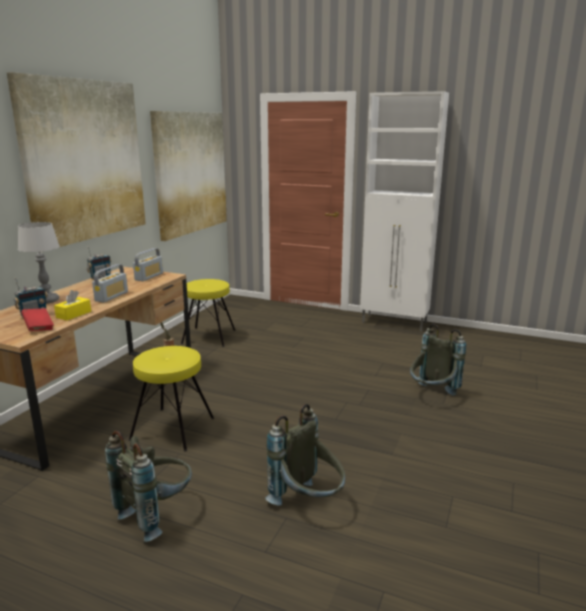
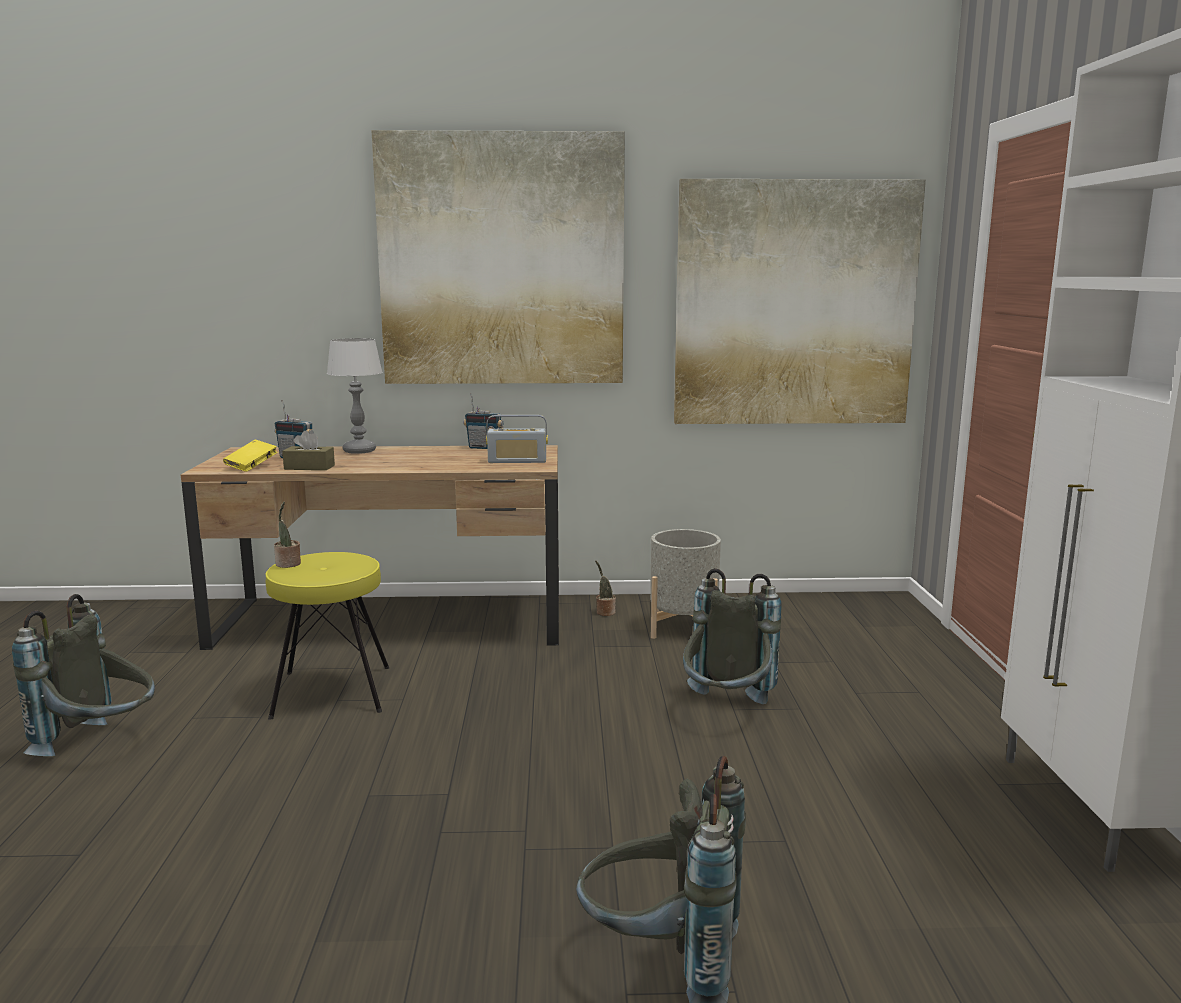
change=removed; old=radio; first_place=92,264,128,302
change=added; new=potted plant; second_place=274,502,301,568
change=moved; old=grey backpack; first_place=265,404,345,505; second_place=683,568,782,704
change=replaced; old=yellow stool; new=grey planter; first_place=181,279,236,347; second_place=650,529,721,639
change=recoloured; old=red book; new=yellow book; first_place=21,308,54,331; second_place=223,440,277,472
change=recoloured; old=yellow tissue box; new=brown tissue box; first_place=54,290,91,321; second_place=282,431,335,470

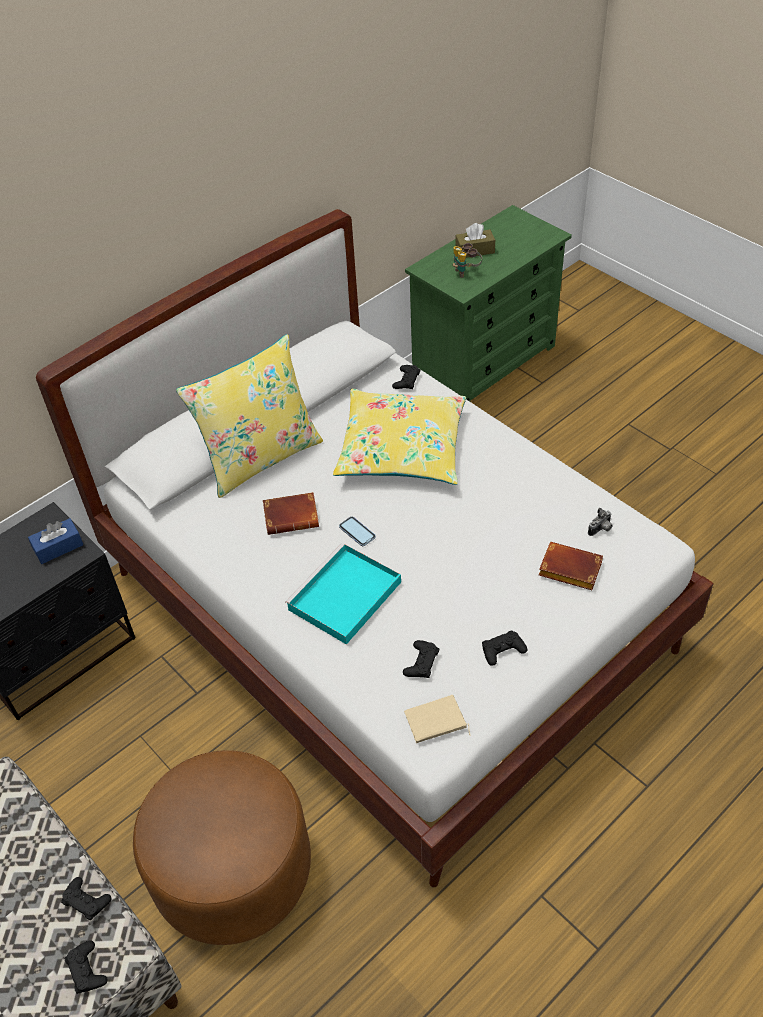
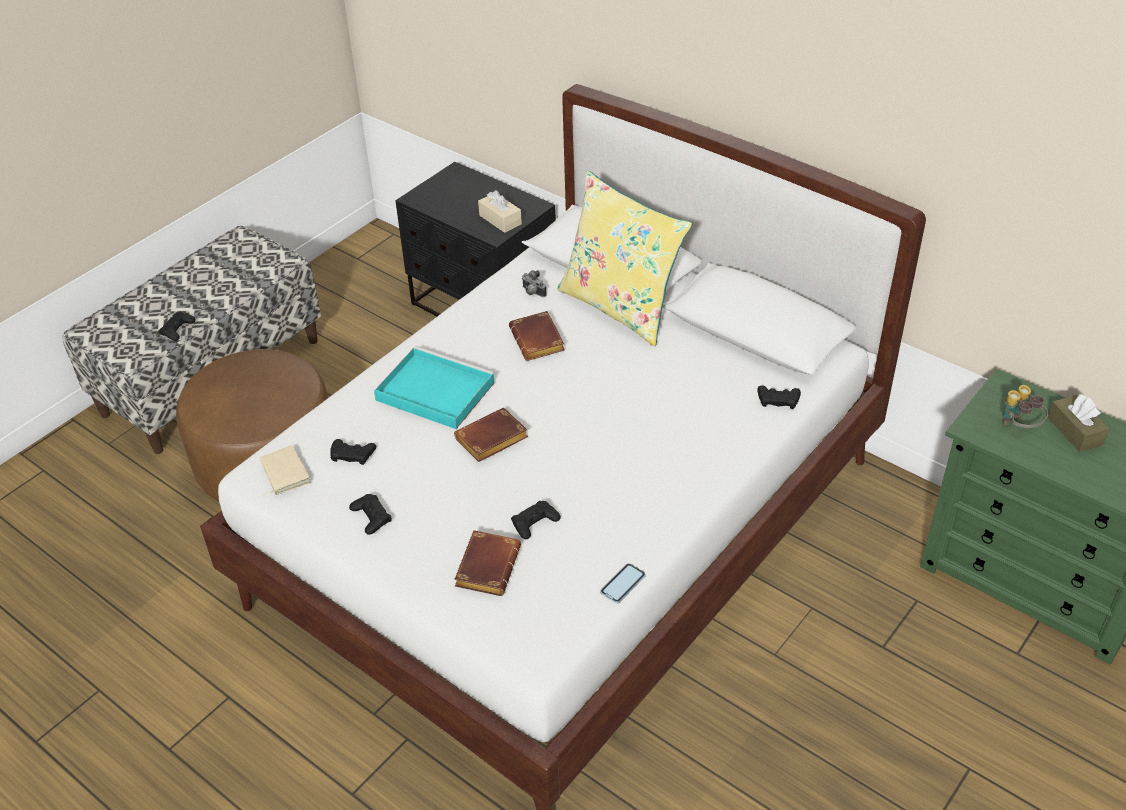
change=removed; old=yellow pillow; first_place=333,389,466,485
change=added; new=brown book; second_place=454,408,528,462
change=moved; old=black game controller; first_place=64,940,107,994; second_place=511,501,561,539
change=moved; old=phone; first_place=339,517,376,546; second_place=600,563,645,604
change=moved; old=photo camera; first_place=588,508,613,536; second_place=522,270,547,297
change=recoloured; old=blue tissue box; new=beige tissue box; first_place=28,518,83,564; second_place=478,190,522,233

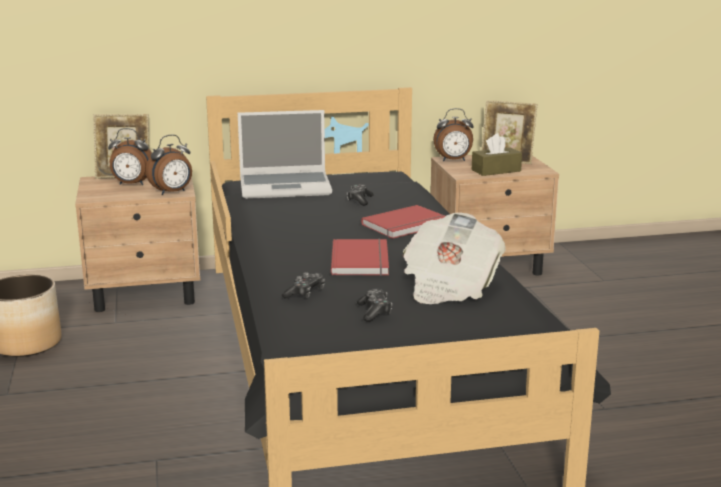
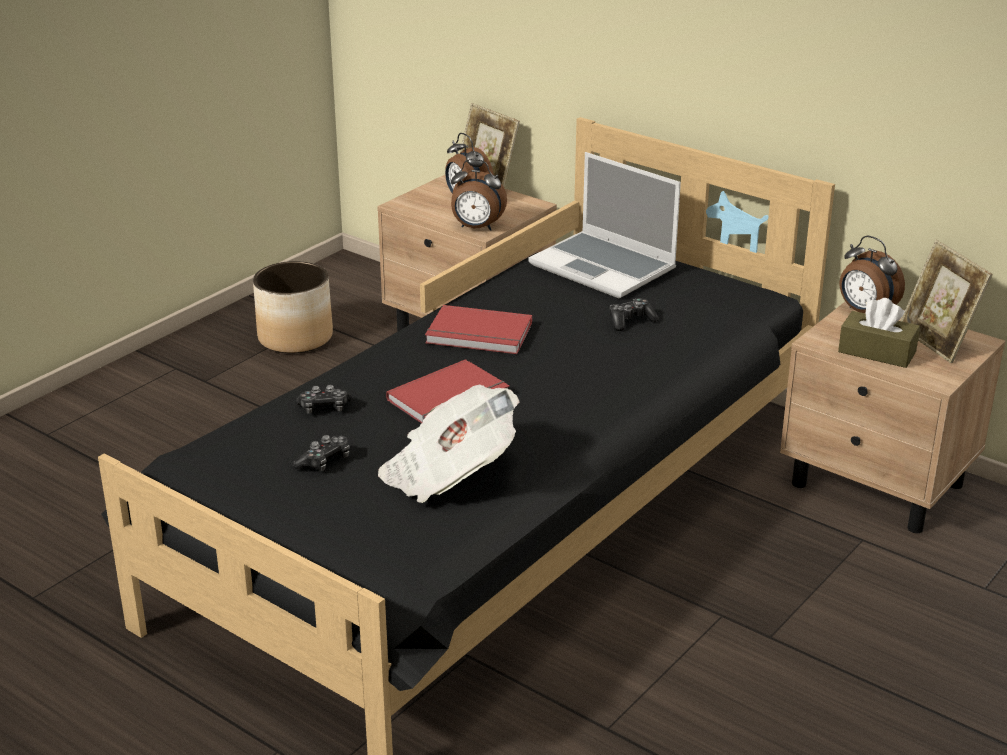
change=moved; old=red book; first_place=361,205,445,239; second_place=425,305,532,354

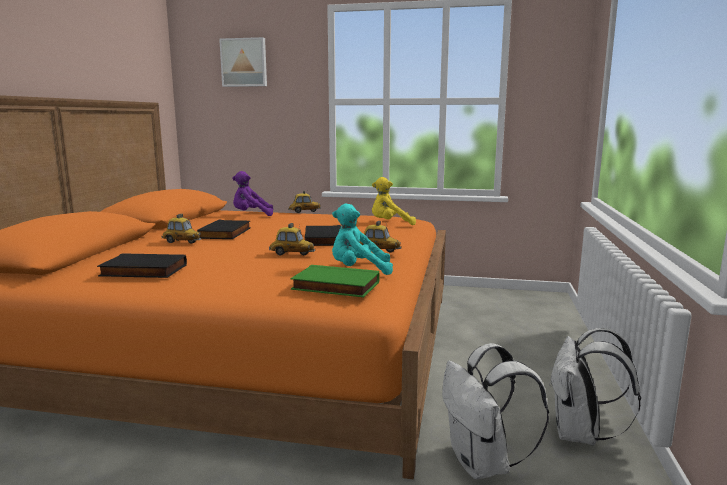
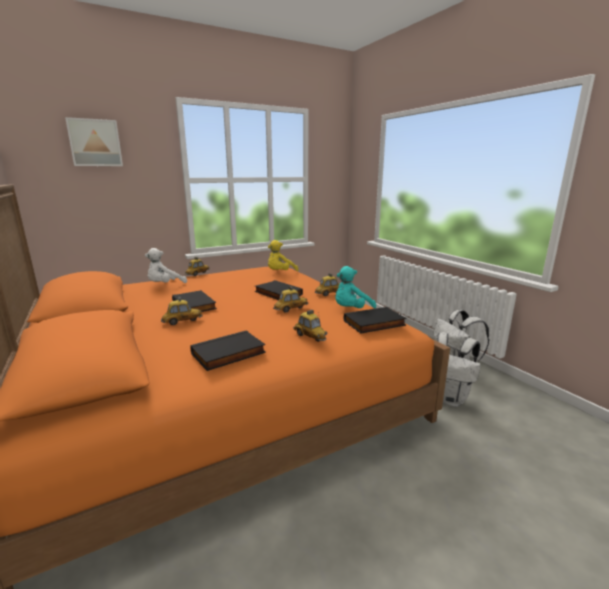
change=added; new=toy car; second_place=293,310,327,342
change=recoloured; old=purple plush toy; new=white plush toy; first_place=232,171,273,216; second_place=145,248,187,283
change=recoloured; old=green book; new=black book; first_place=290,265,380,297; second_place=344,307,407,334

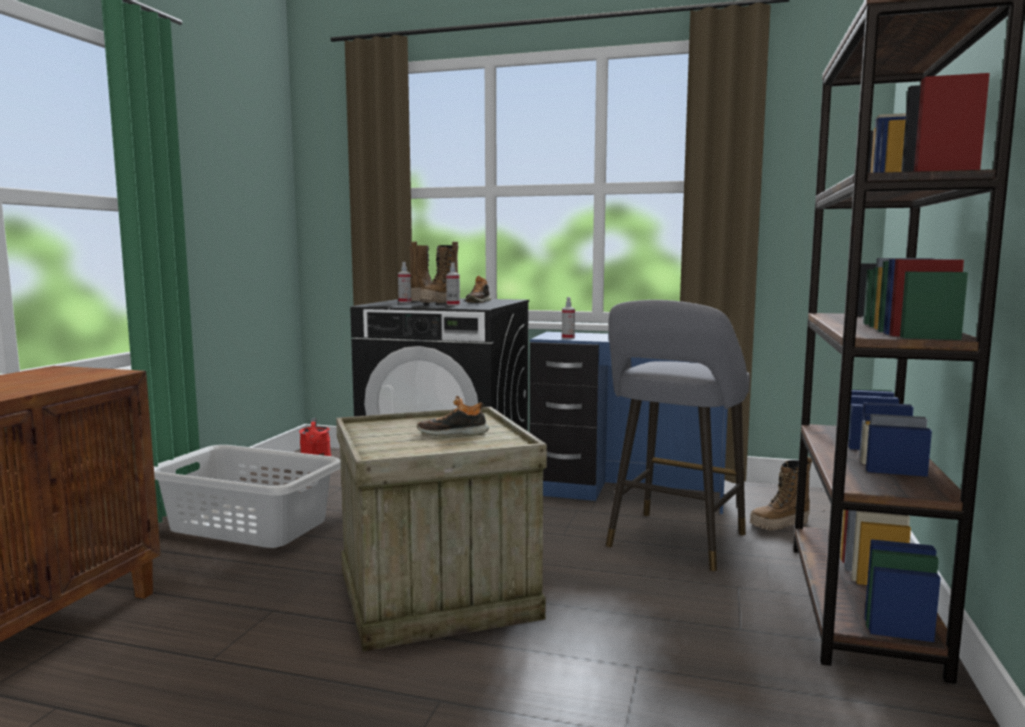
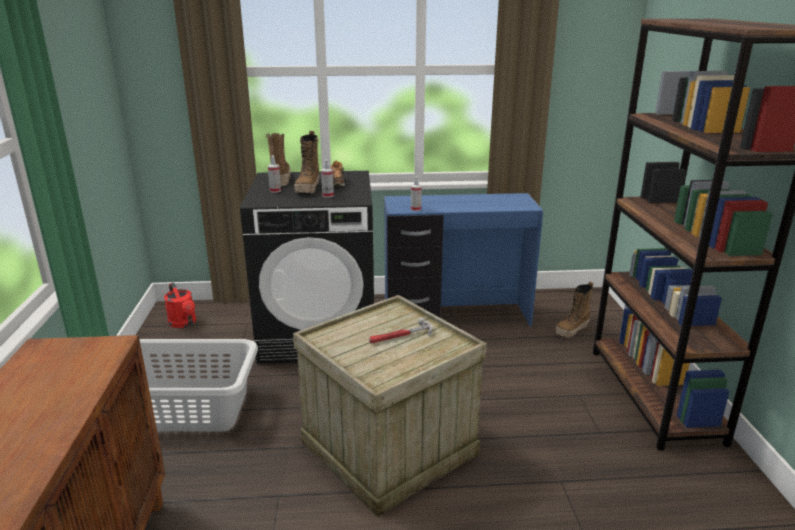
change=removed; old=grey stool; first_place=606,300,750,571
change=replaced; old=shoe; new=hammer; first_place=417,396,489,436; second_place=370,318,432,343

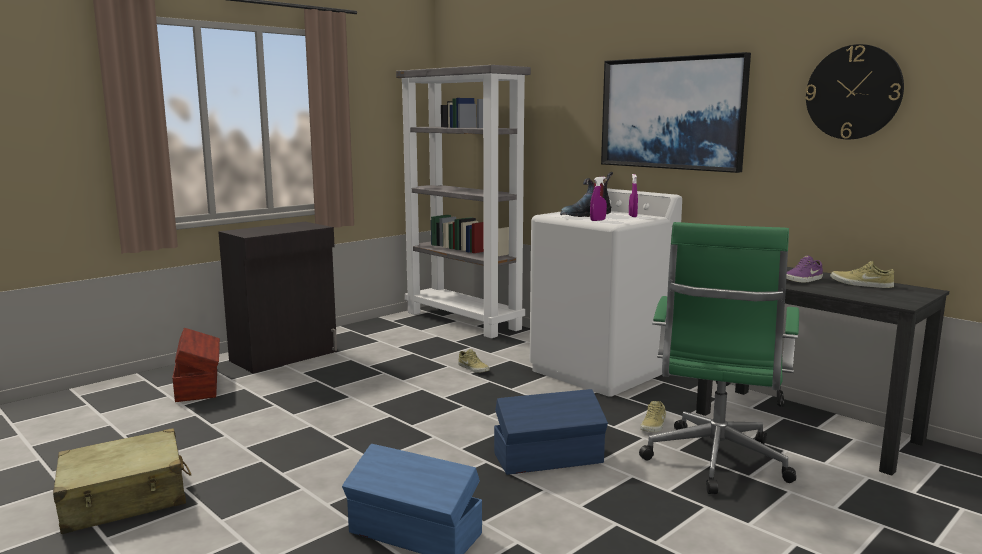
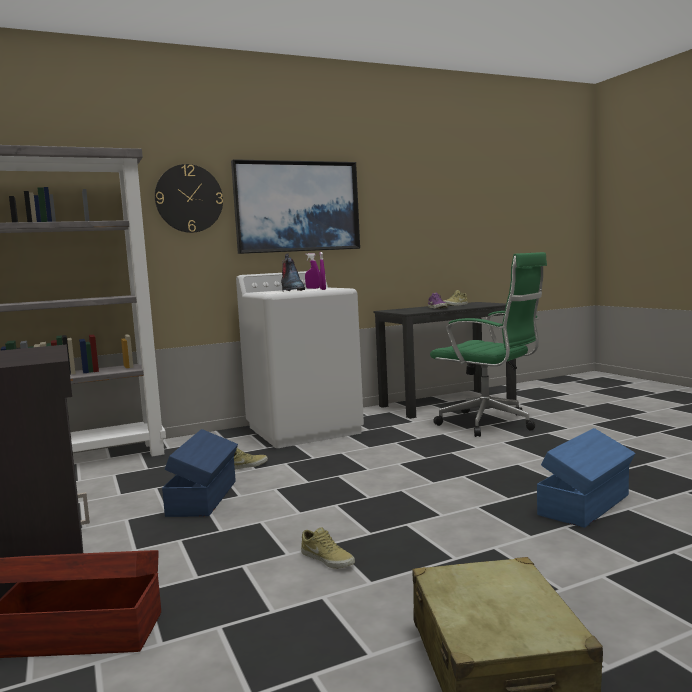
change=moved; old=blue storage box; first_place=494,389,608,475; second_place=162,429,238,517
change=moved; old=beige shoe; first_place=640,401,666,432; second_place=301,527,355,569
change=moved; old=wall clock; first_place=805,44,904,139; second_place=155,164,223,233

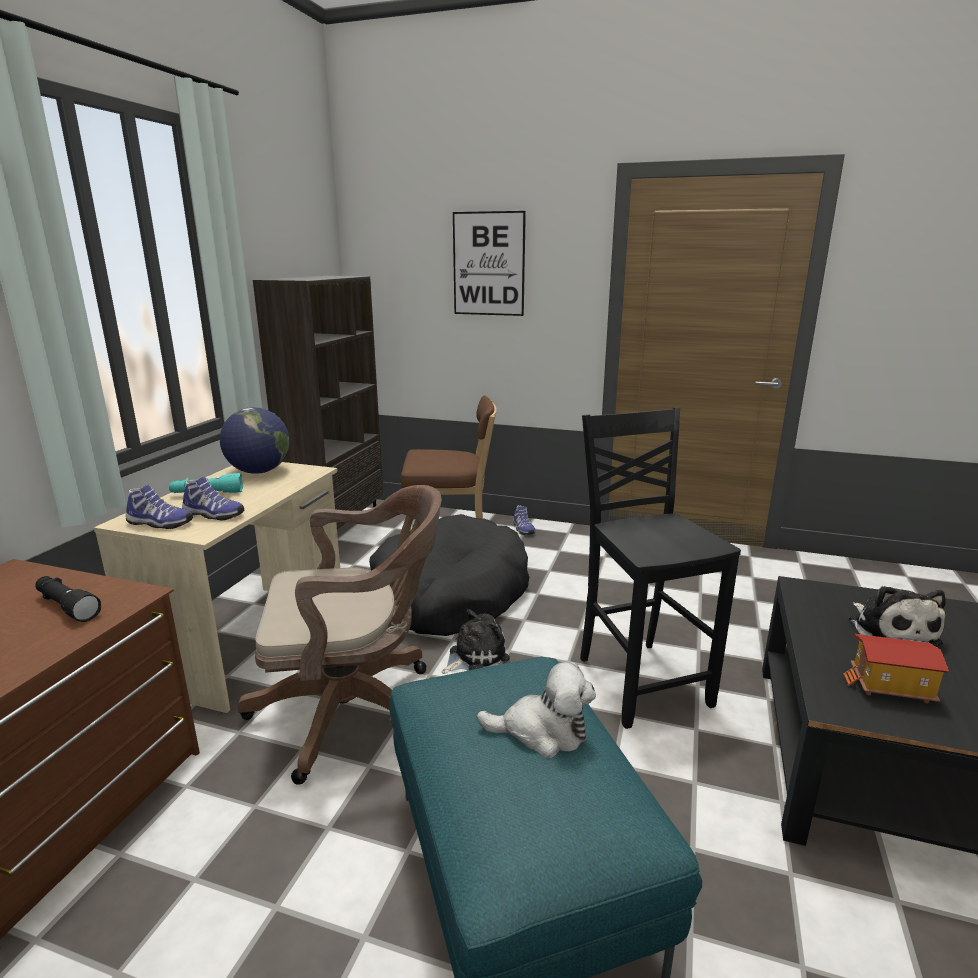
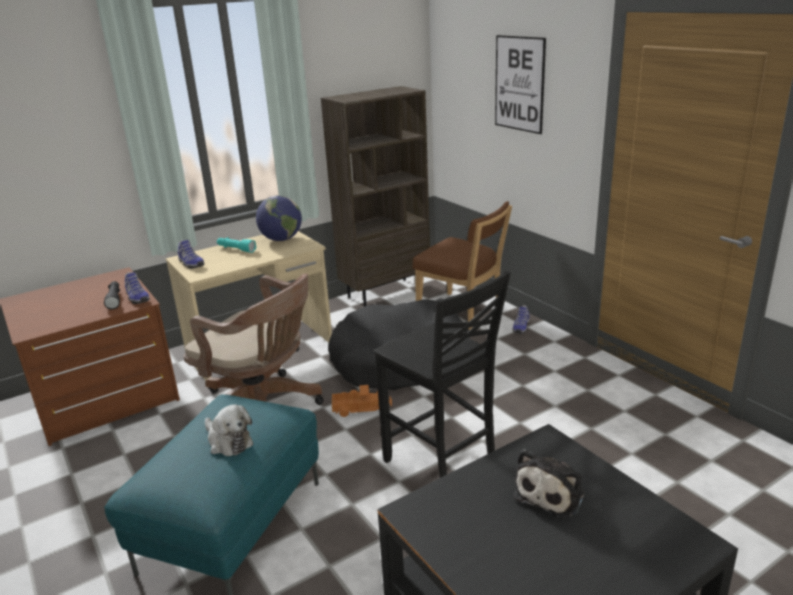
change=removed; old=toy house; first_place=843,634,949,704
change=moved; old=shoe; first_place=182,477,244,521; second_place=125,272,150,304
change=replaced; old=plush toy; new=toy truck; first_place=442,609,510,674; second_place=332,385,392,417
change=turned; old=black chair; first_place=580,407,741,729; second_place=374,270,511,478; degrees=120

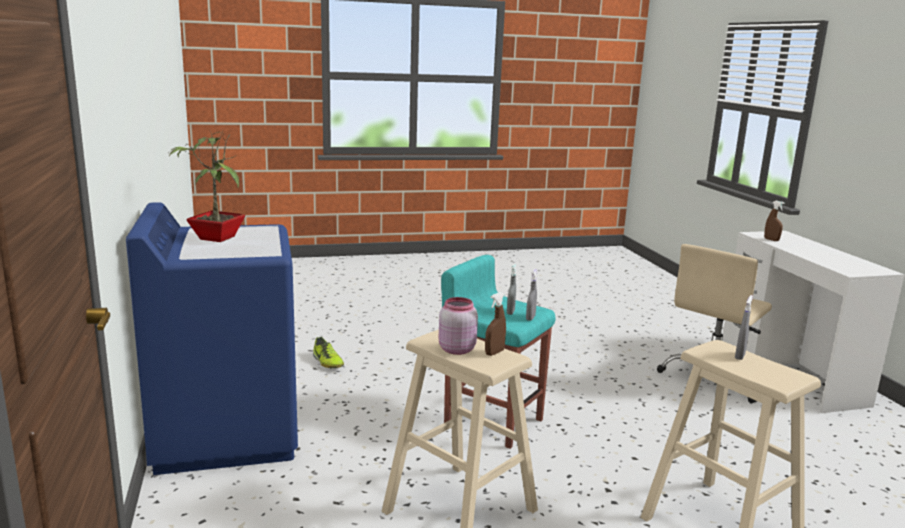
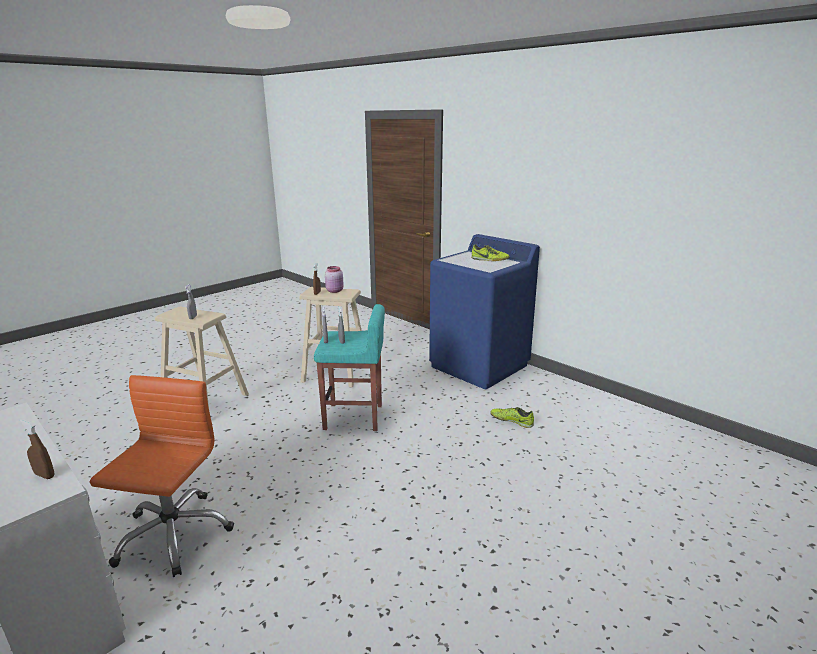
change=replaced; old=potted plant; new=shoe; first_place=169,129,245,242; second_place=471,244,510,261
change=recoloured; old=beige office chair; new=orange office chair; first_place=657,244,772,404; second_place=90,375,234,577

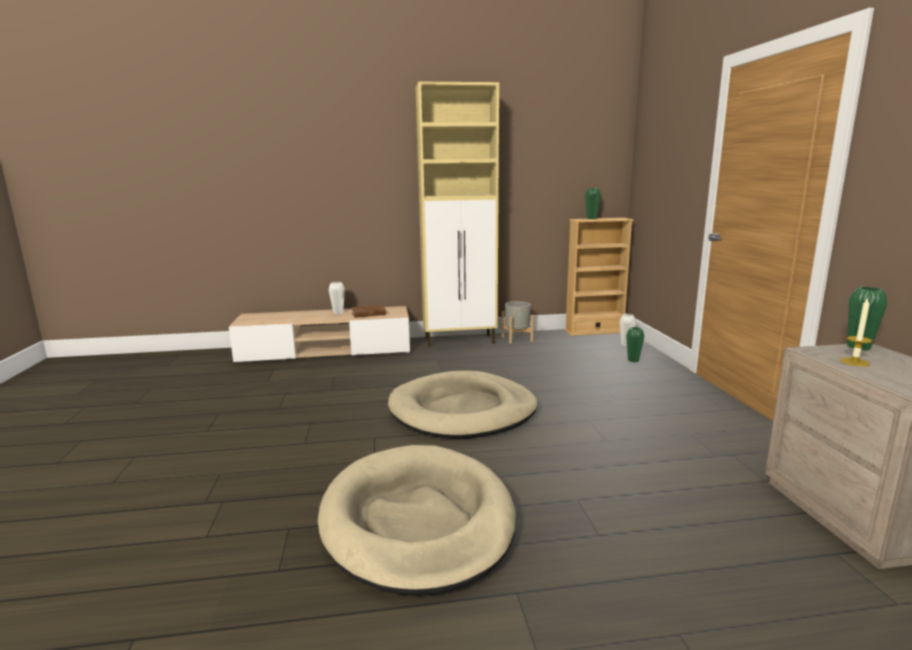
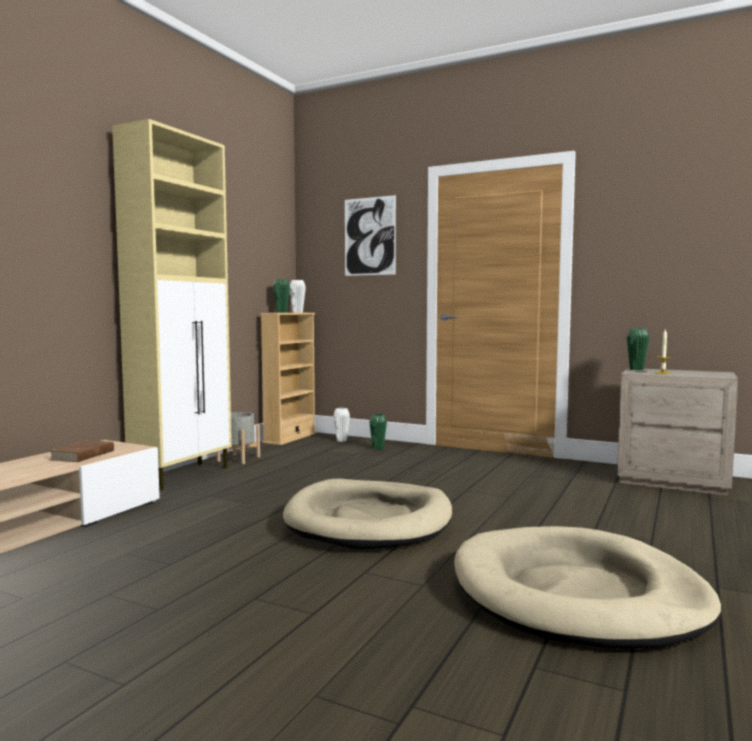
change=added; new=picture; second_place=345,195,396,276
change=moved; old=white vase; first_place=329,282,345,315; second_place=290,280,306,312

